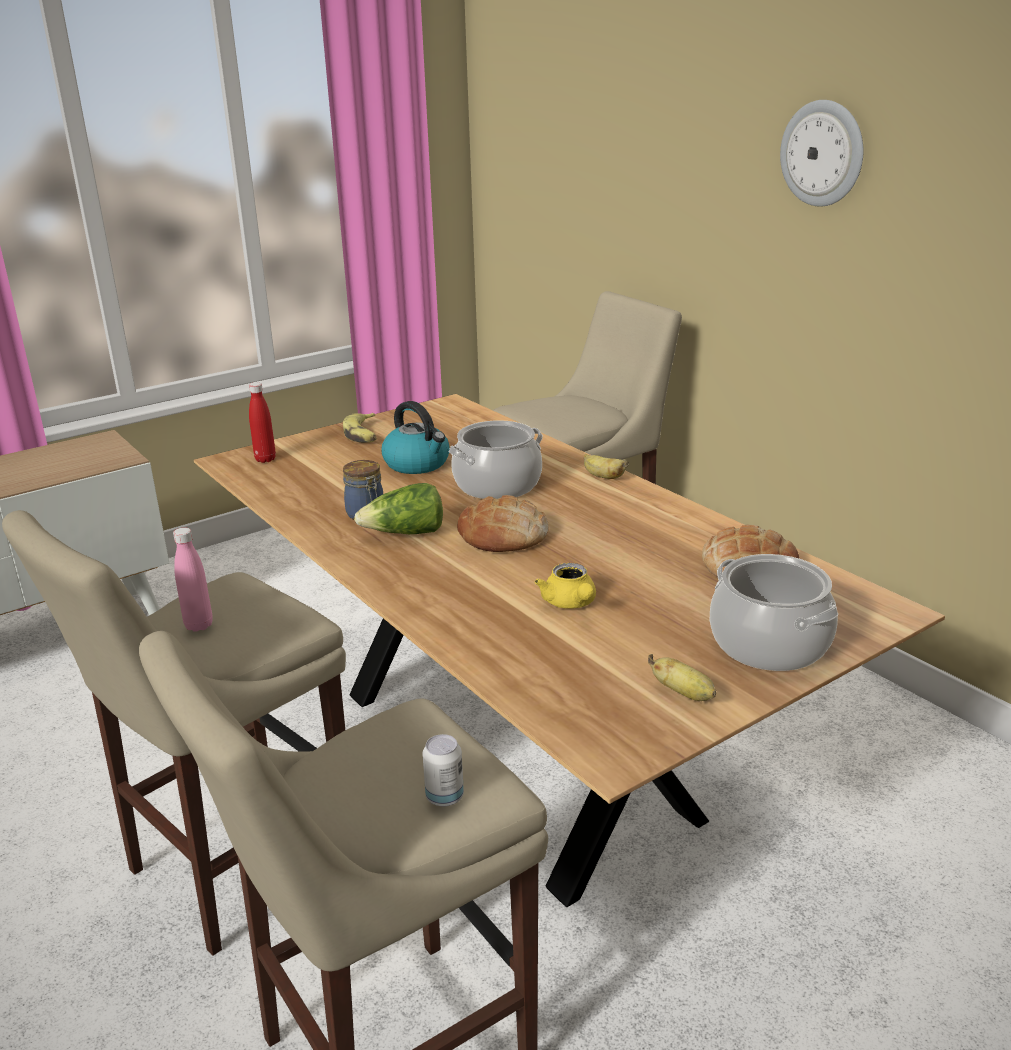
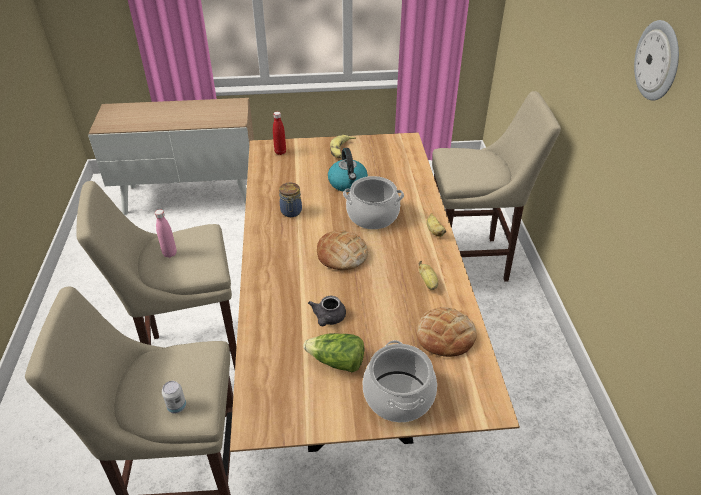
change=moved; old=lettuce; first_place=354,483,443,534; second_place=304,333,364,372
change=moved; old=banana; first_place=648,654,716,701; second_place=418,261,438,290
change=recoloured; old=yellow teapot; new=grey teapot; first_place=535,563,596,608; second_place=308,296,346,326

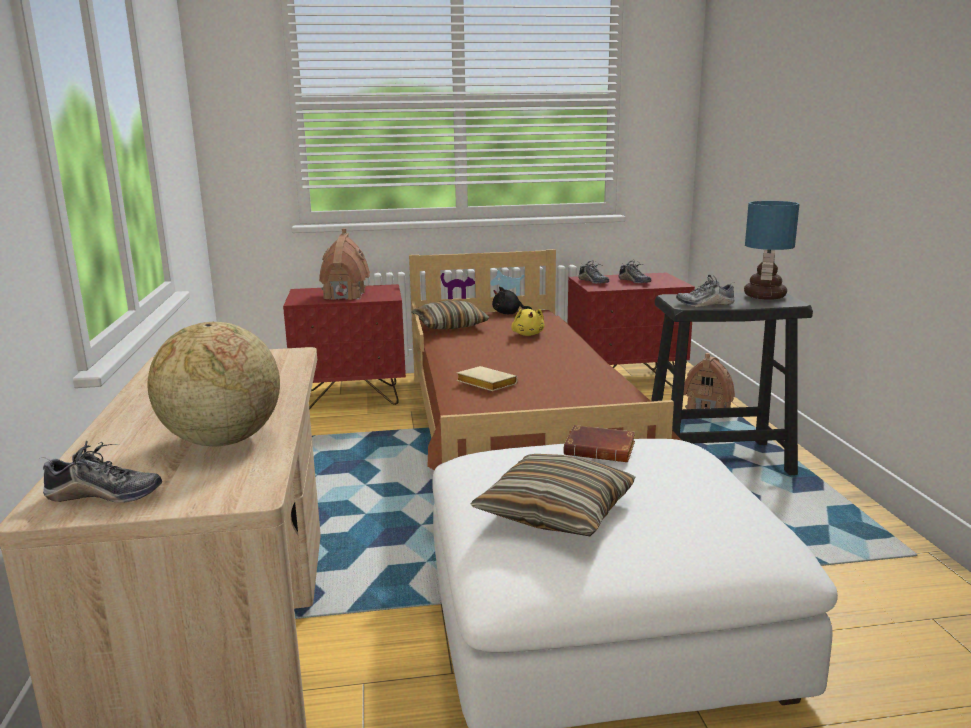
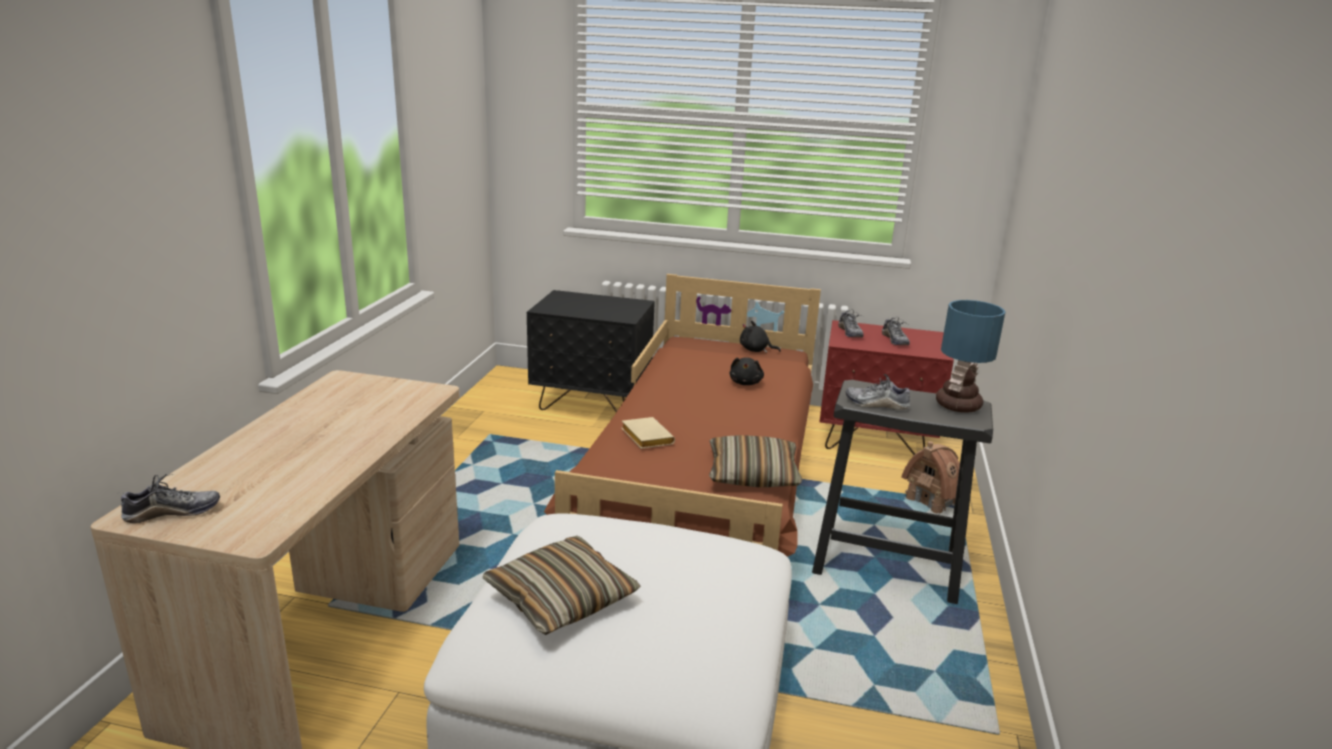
change=removed; old=globe; first_place=148,322,280,446
change=removed; old=toy house; first_place=319,228,370,300
change=removed; old=brown book; first_place=563,425,635,462
change=moved; old=pillow; first_place=411,300,489,329; second_place=709,435,802,487
change=recoloured; old=red nightstand; new=black nightstand; first_place=283,284,406,409; second_place=527,290,655,412
change=recoloured; old=yellow plush toy; new=black plush toy; first_place=511,309,545,336; second_place=730,357,764,385
change=turned; old=shoe; first_place=43,441,162,503; second_place=120,474,220,523; degrees=-45

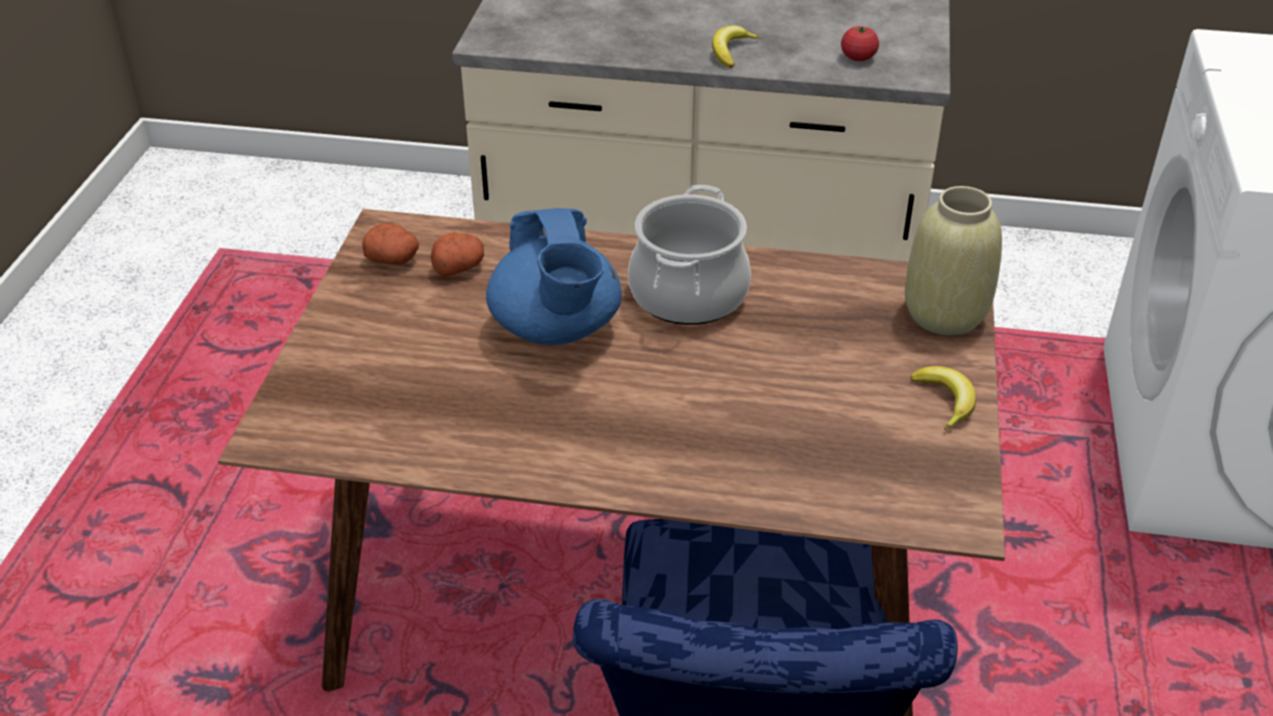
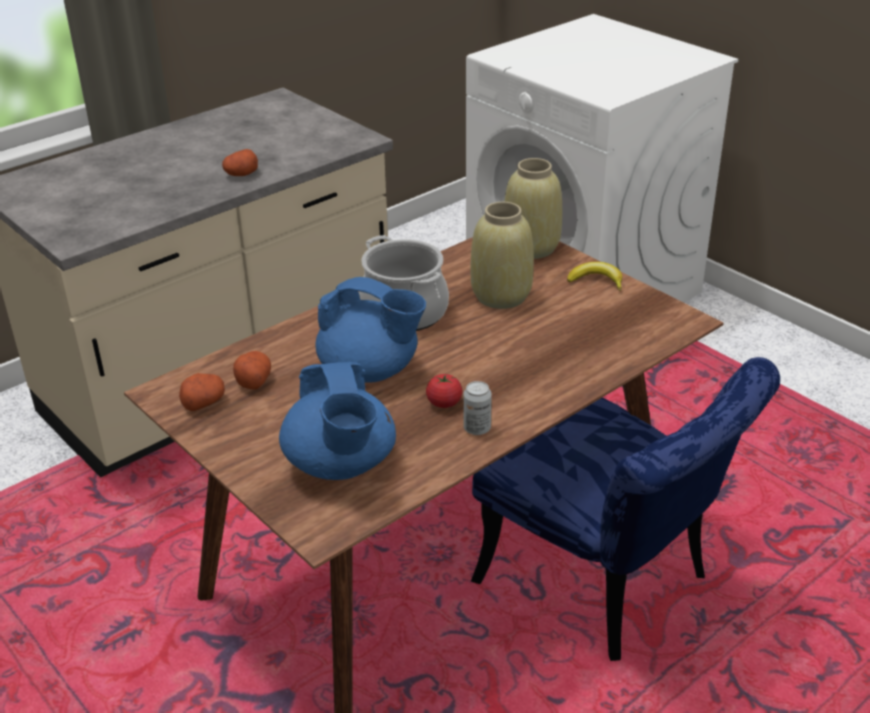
change=added; new=blue teapot; second_place=279,362,396,480
change=added; new=can; second_place=463,381,492,435
change=added; new=beige vase; second_place=470,202,534,309
change=moved; old=tomato; first_place=841,26,879,61; second_place=426,374,463,408
change=replaced; old=banana; new=potato; first_place=712,25,761,68; second_place=222,149,258,176

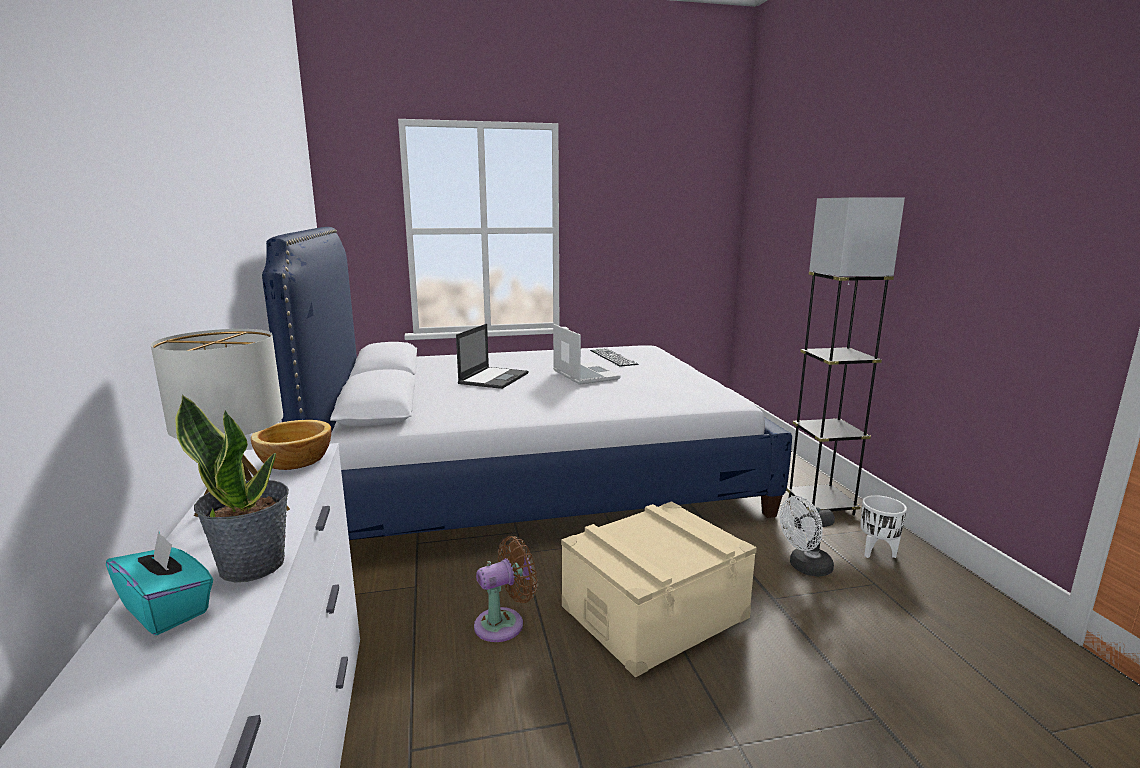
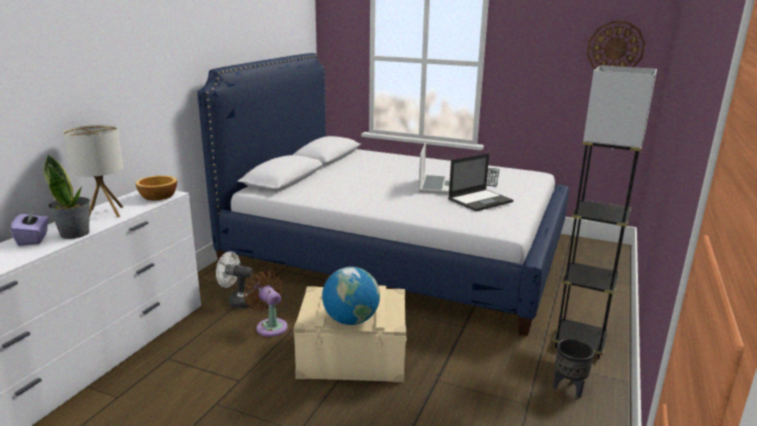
change=added; new=globe; second_place=322,267,380,325
change=added; new=wall clock; second_place=587,21,645,69
change=moved; old=laptop; first_place=456,324,528,389; second_place=448,153,513,211
change=moved; old=white fan; first_place=780,496,835,577; second_place=216,251,253,308
change=recoloured; old=turquoise tissue box; new=purple tissue box; first_place=106,531,213,635; second_place=10,208,48,246
change=recoloured; old=white planter; new=black planter; first_place=860,495,907,558; second_place=553,339,594,398
change=turned; old=brown fan; first_place=474,536,537,642; second_place=244,271,288,337; degrees=-135

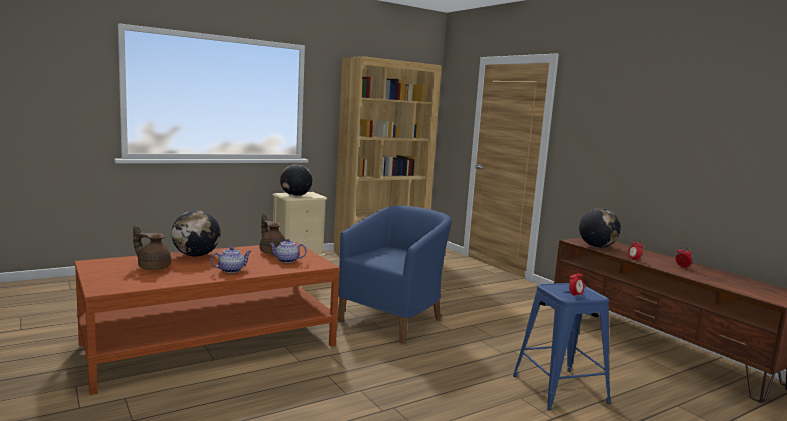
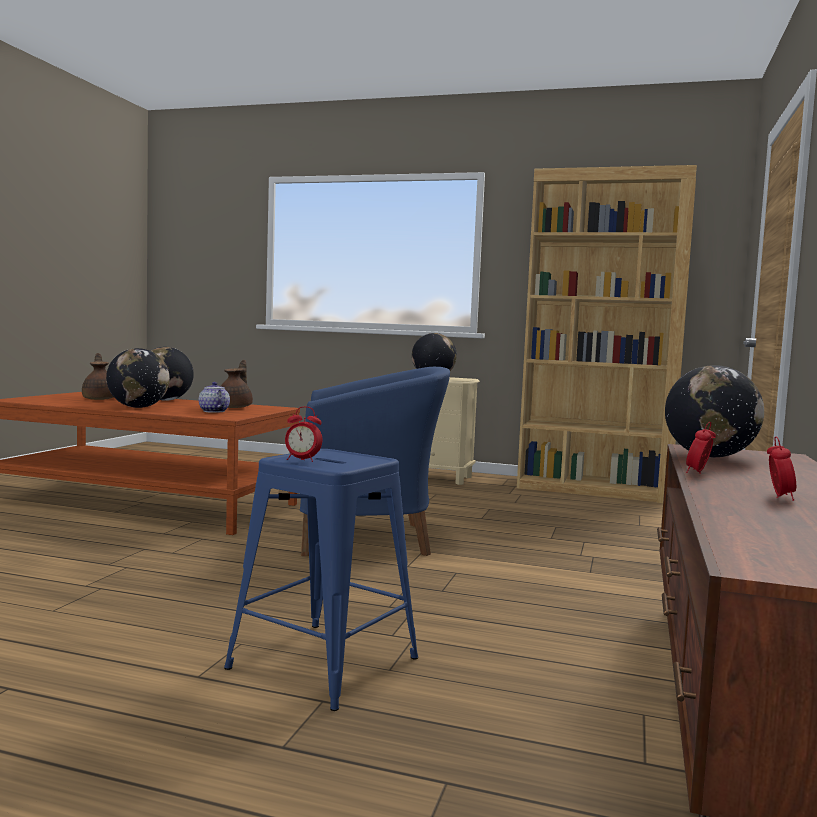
change=replaced; old=teapot; new=globe; first_place=210,247,252,273; second_place=106,348,170,408

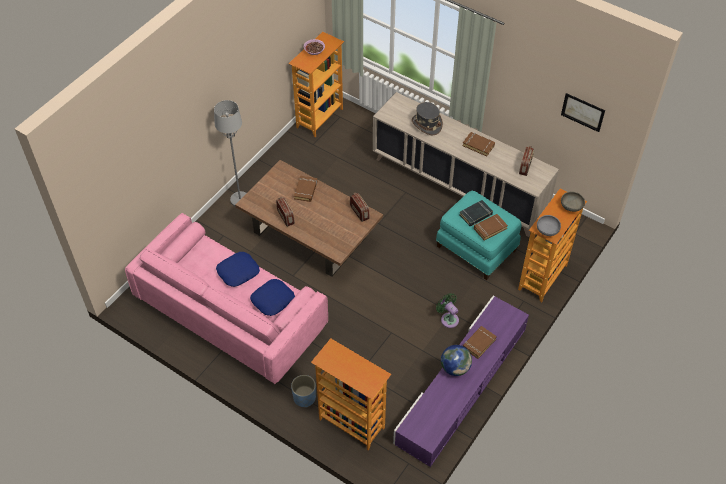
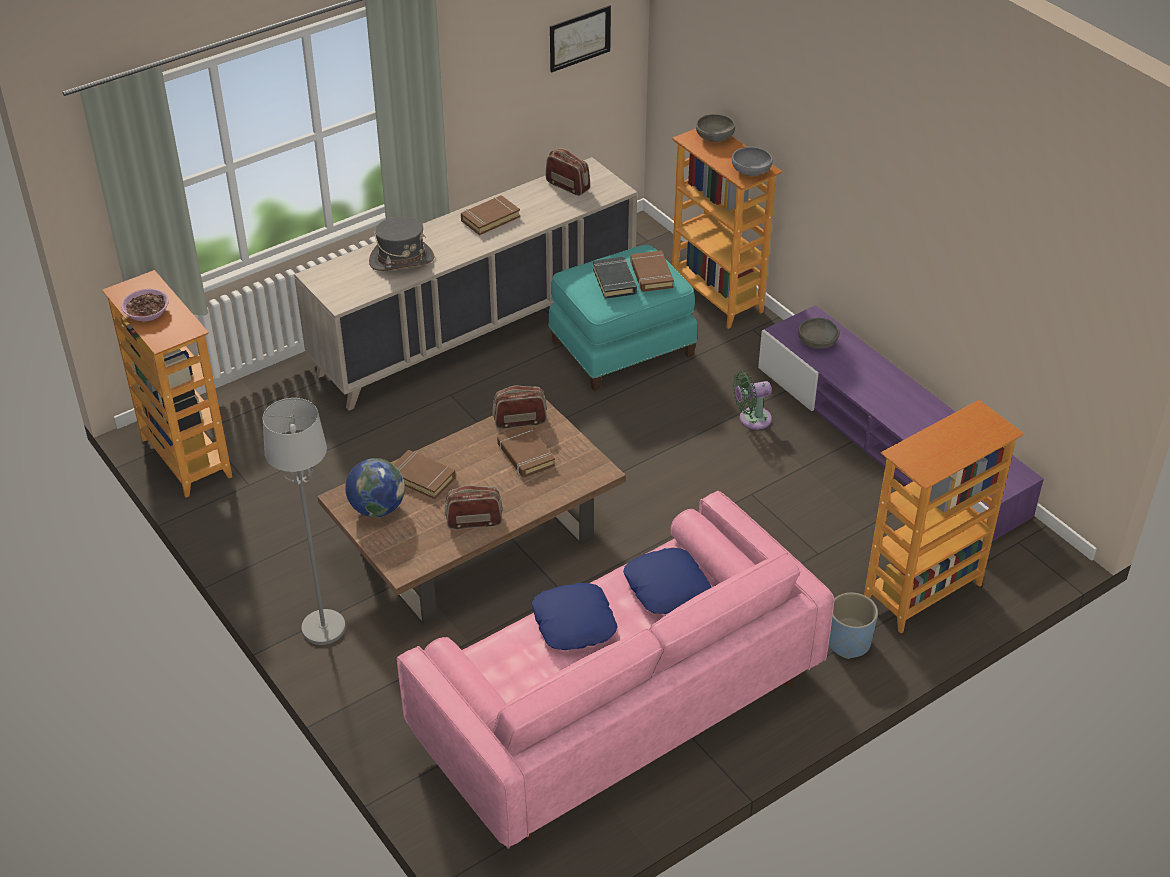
change=added; new=grey bowl; second_place=798,318,839,349
change=moved; old=globe; first_place=441,345,472,376; second_place=345,458,405,517
change=moved; old=brown book; first_place=463,326,497,359; second_place=497,425,555,478

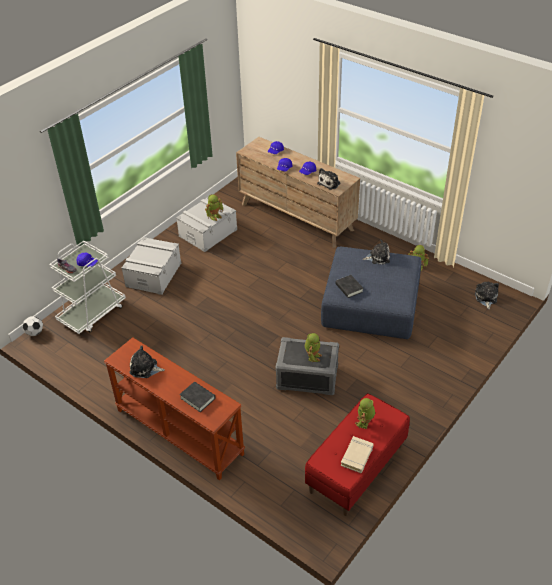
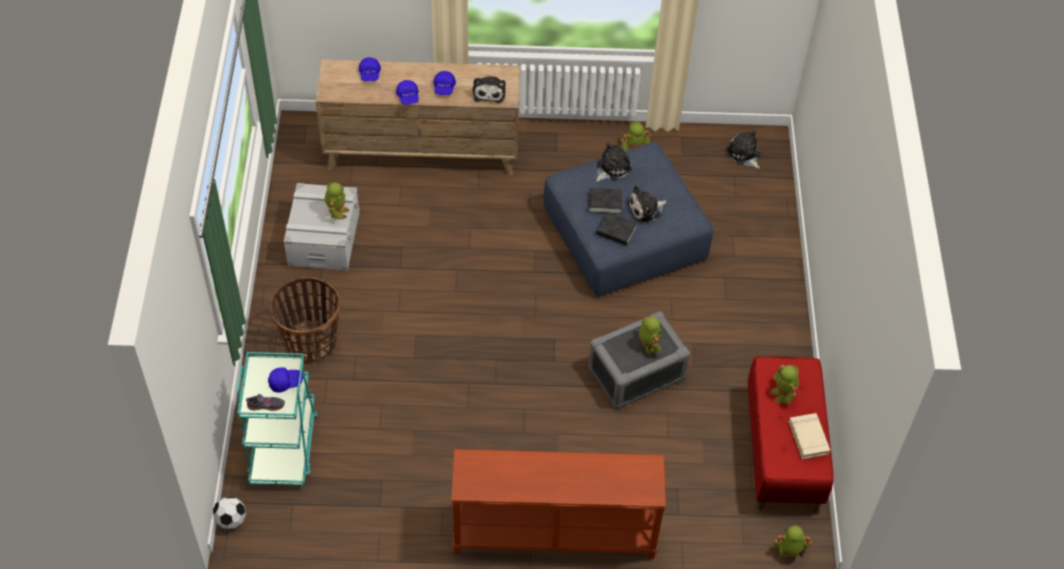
change=added; new=toy robot; second_place=773,526,812,557
change=moved; old=plush toy; first_place=130,345,165,378; second_place=627,185,667,224
change=moved; old=black book; first_place=180,382,215,412; second_place=589,188,623,214
change=replaced; old=grey storage box; new=basket; first_place=122,237,181,295; second_place=270,277,340,363
change=recoloured; old=white cart; new=turquoise cart; first_place=49,241,126,334; second_place=237,352,318,486

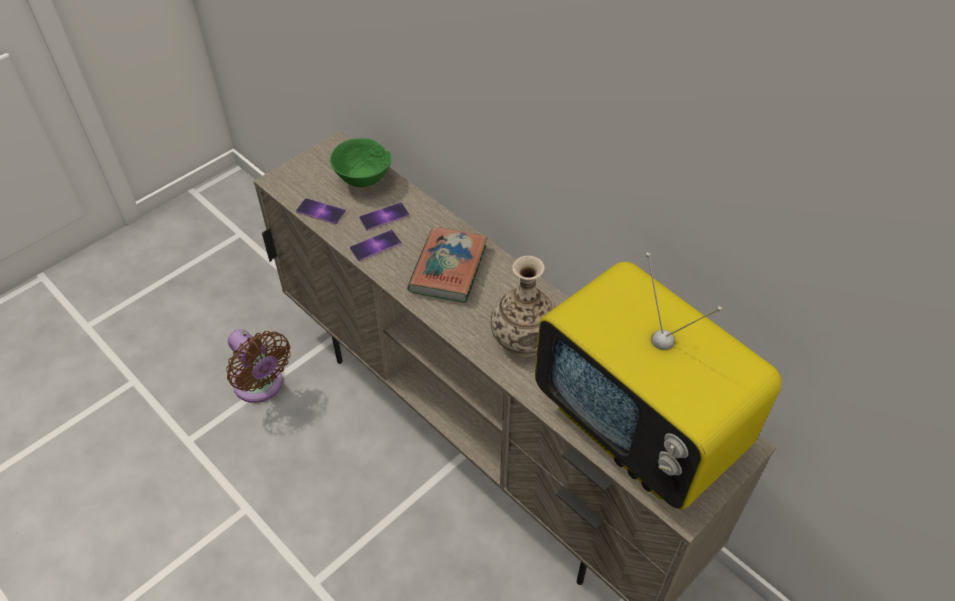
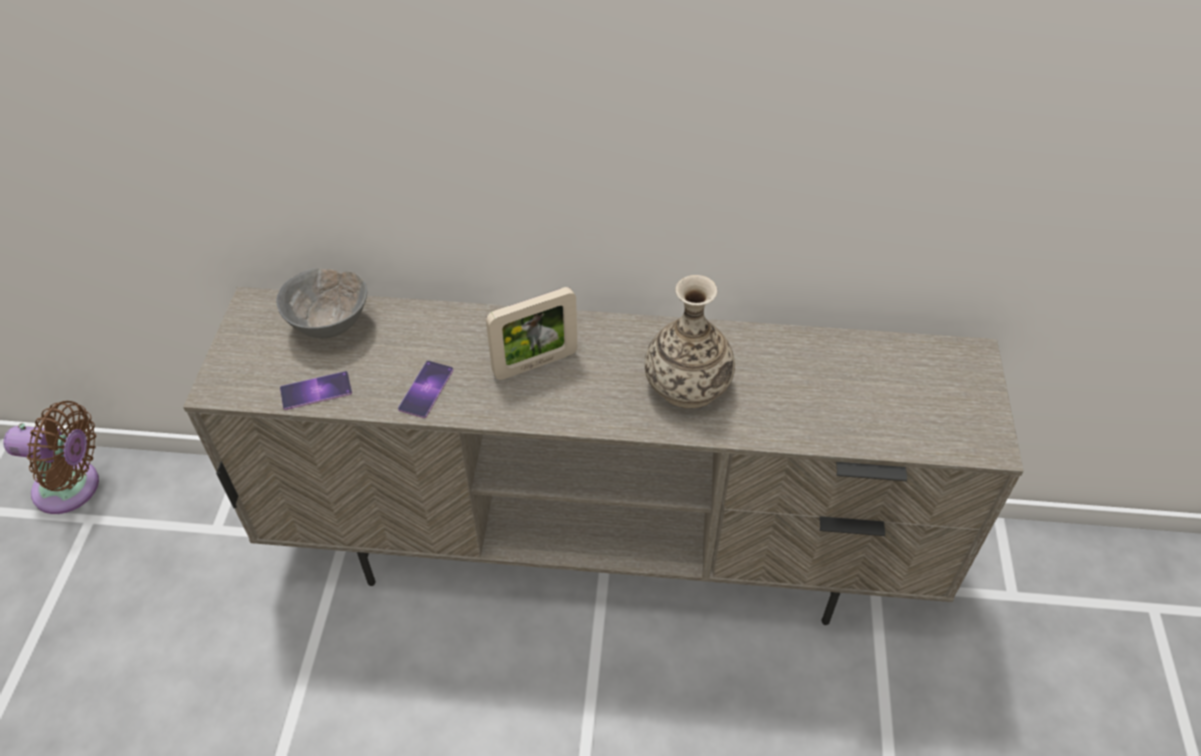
change=removed; old=phone; first_place=359,202,409,231
change=removed; old=television; first_place=535,252,782,510
change=moved; old=brown fan; first_place=226,329,291,403; second_place=3,401,99,514
change=replaced; old=book; new=picture frame; first_place=407,227,488,303; second_place=486,287,577,380
change=recoloured; old=green bowl; new=grey bowl; first_place=330,138,392,187; second_place=276,268,367,338

